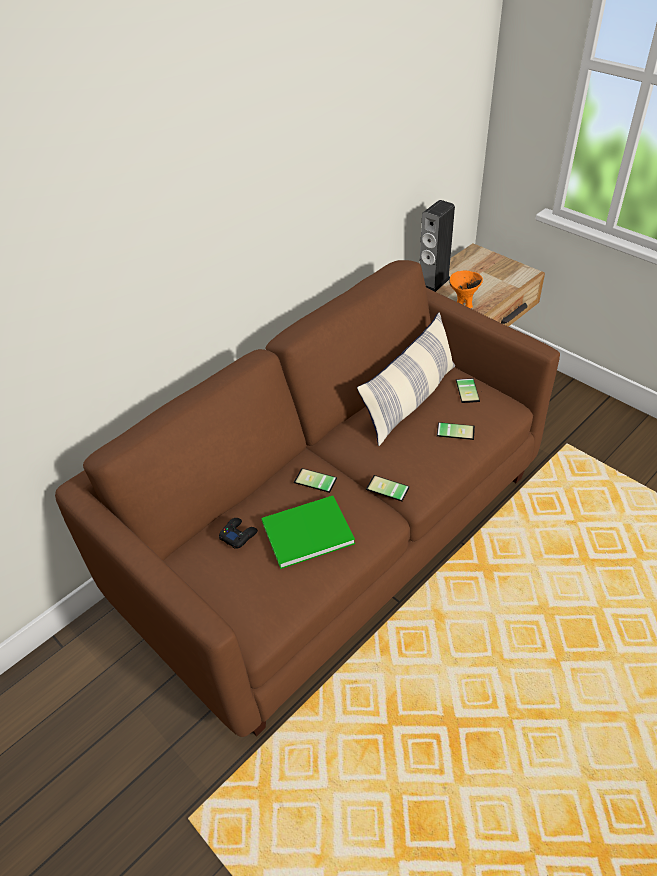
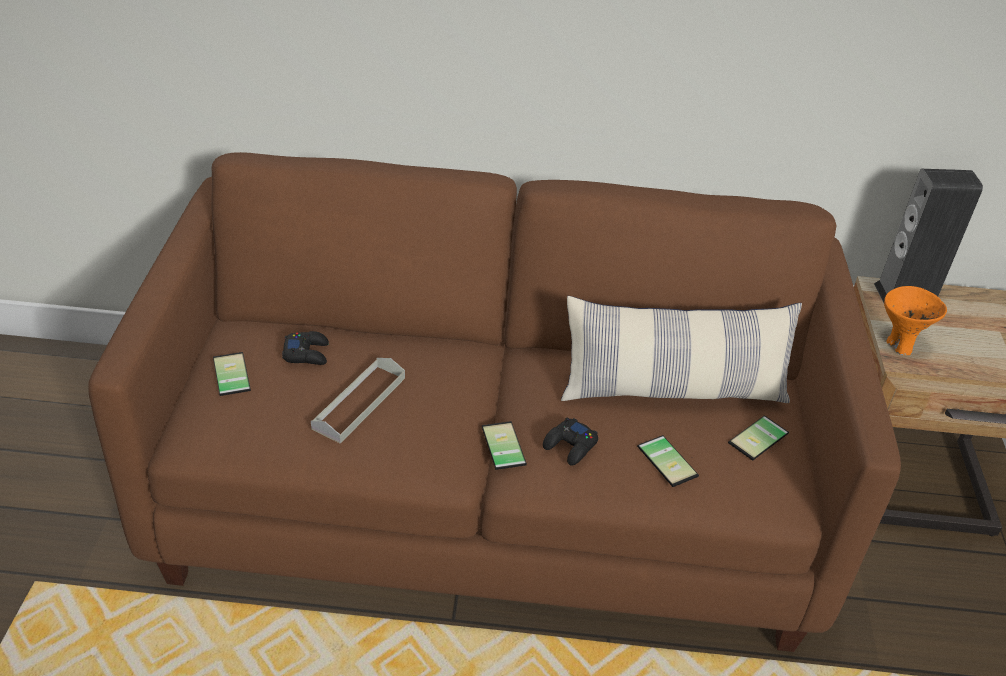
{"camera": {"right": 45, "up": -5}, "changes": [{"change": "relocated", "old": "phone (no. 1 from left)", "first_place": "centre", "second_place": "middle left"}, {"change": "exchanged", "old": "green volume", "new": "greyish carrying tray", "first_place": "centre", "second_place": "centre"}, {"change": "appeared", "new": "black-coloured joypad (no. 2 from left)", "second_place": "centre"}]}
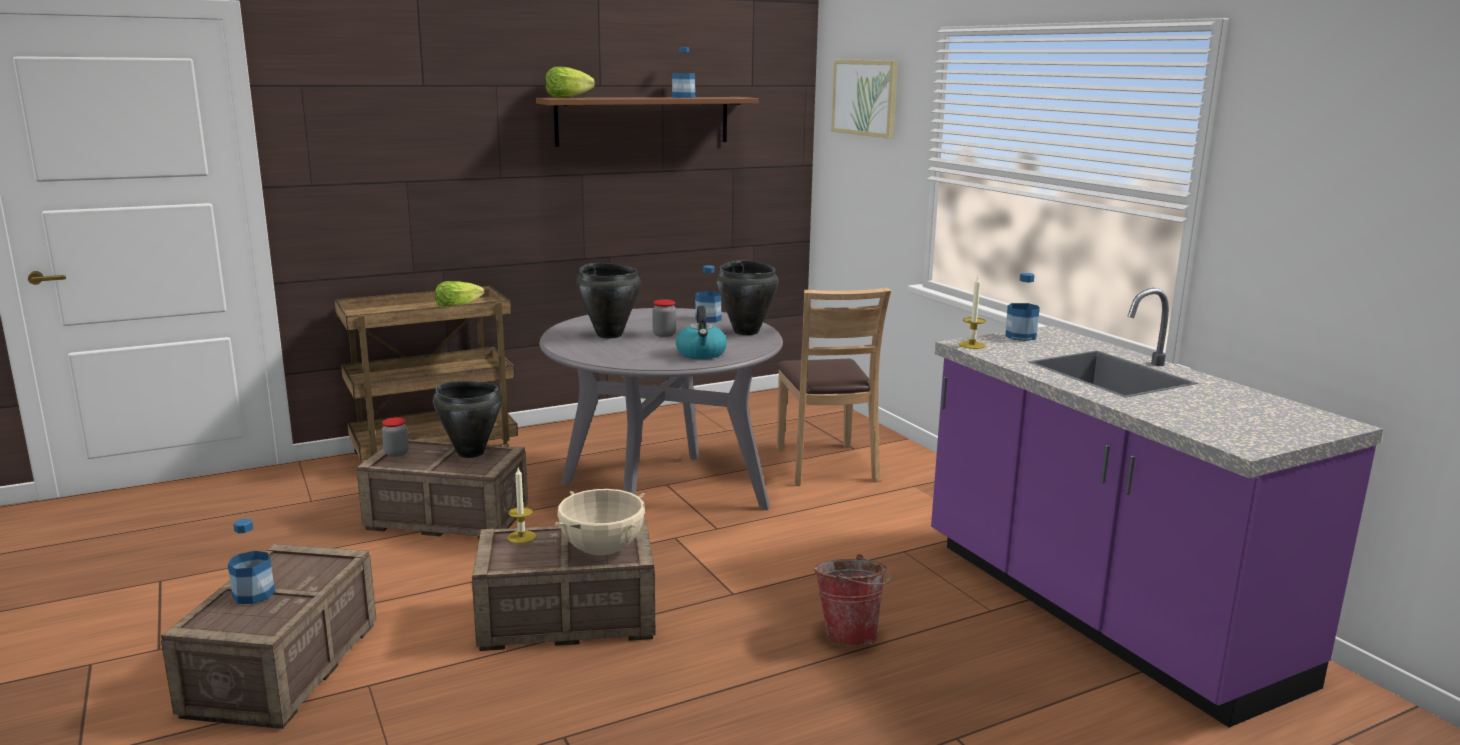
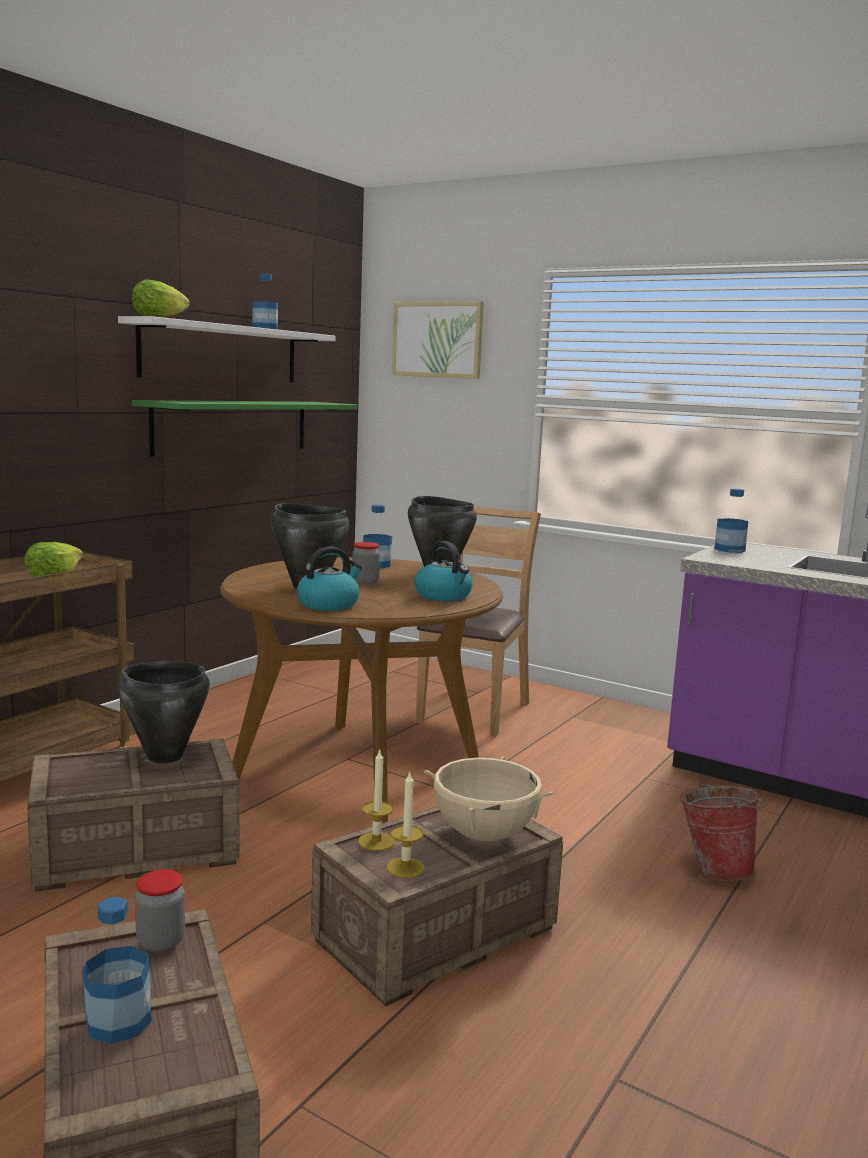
{"camera": {"right": -30, "up": -5}, "changes": [{"change": "colour", "old": "brown-coloured shelf", "new": "white shelf", "first_place": "top centre", "second_place": "top left"}, {"change": "appeared", "new": "green shelf", "second_place": "middle left"}, {"change": "relocated", "old": "preserve jar (no. 1 from left)", "first_place": "middle left", "second_place": "bottom left"}, {"change": "colour", "old": "greyish dining table", "new": "brown-coloured dining table", "first_place": "centre", "second_place": "centre"}, {"change": "appeared", "new": "tea kettle (no. 1 from left)", "second_place": "centre"}, {"change": "relocated", "old": "wax light (no. 2 from left)", "first_place": "centre", "second_place": "bottom centre"}, {"change": "spun", "old": "brown-coloured plain chair", "first_place": "centre", "second_place": "centre", "degrees": -120}]}
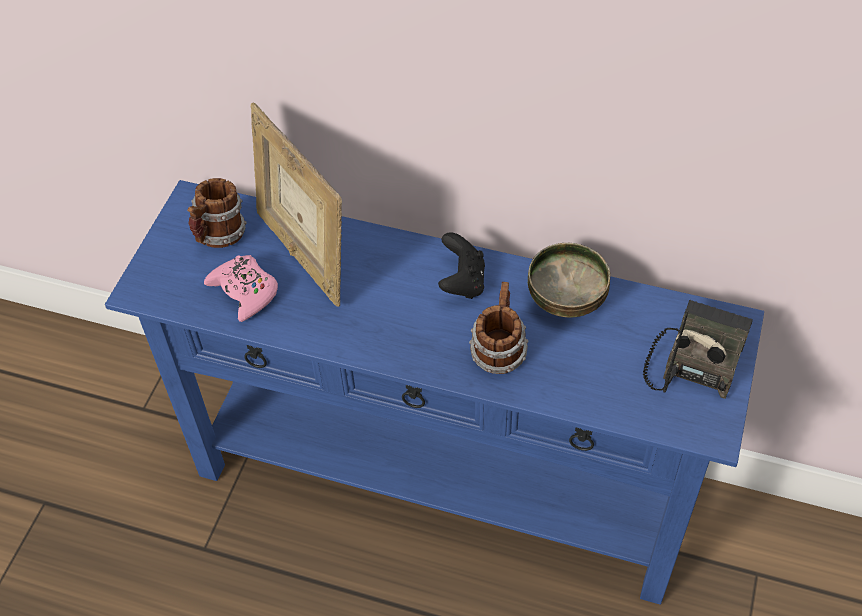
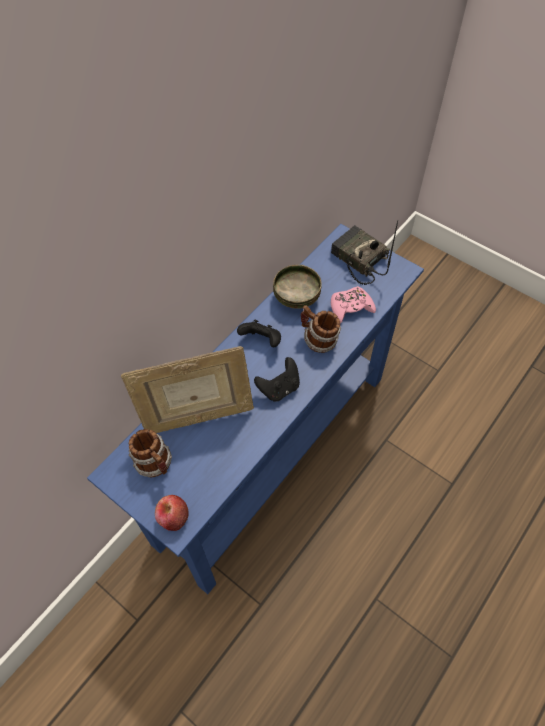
{"camera": {"right": -70, "up": 5}, "changes": [{"change": "appeared", "new": "apple", "second_place": "bottom left"}, {"change": "appeared", "new": "black-coloured joypad (no. 2 from left)", "second_place": "centre"}, {"change": "relocated", "old": "pink-coloured joypad", "first_place": "middle left", "second_place": "centre"}]}
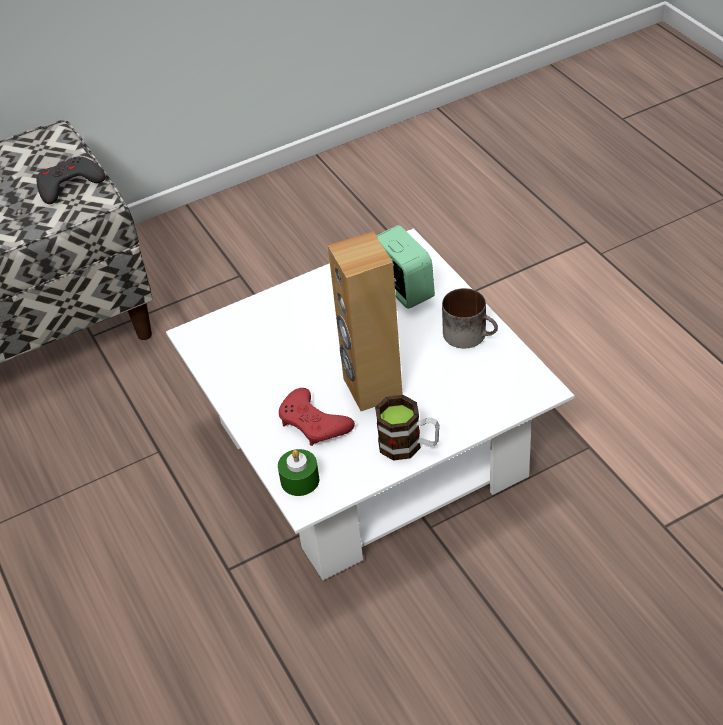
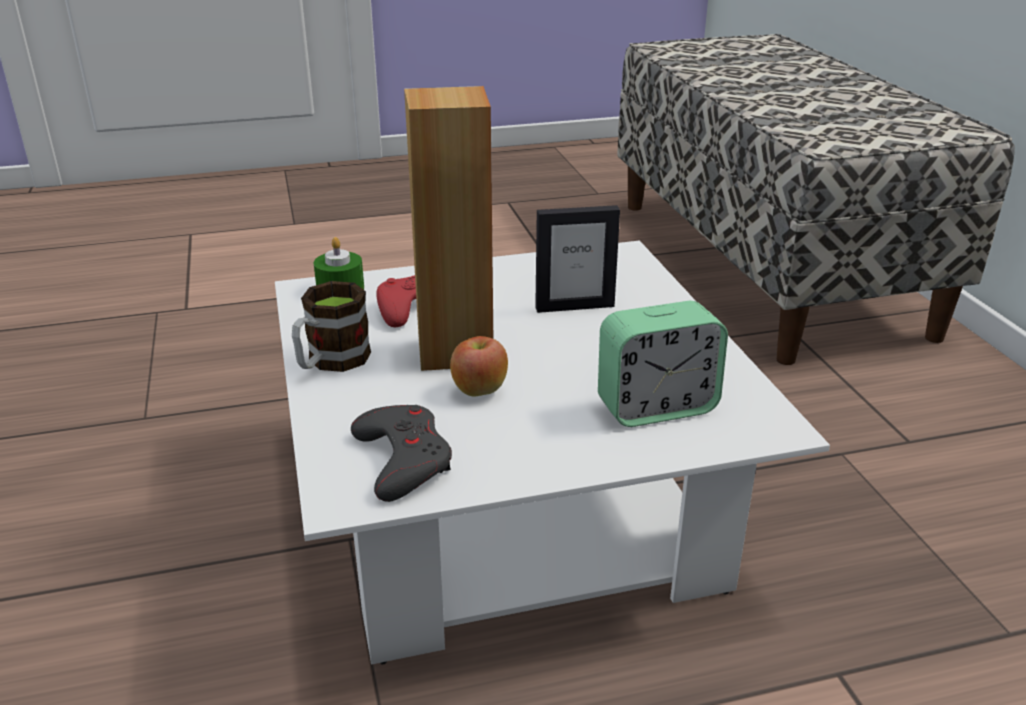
{"camera": {"right": 100, "up": -15}, "changes": [{"change": "relocated", "old": "greyish joypad", "first_place": "top left", "second_place": "centre"}, {"change": "appeared", "new": "apple", "second_place": "centre"}, {"change": "appeared", "new": "photo frame", "second_place": "centre"}, {"change": "missing", "old": "coffee mug (no. 2 from left)", "first_place": "centre"}]}
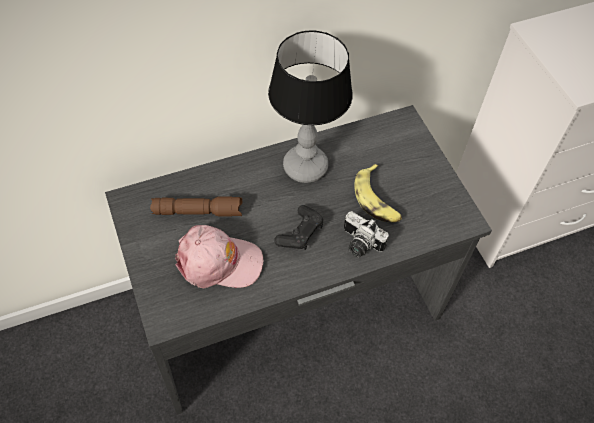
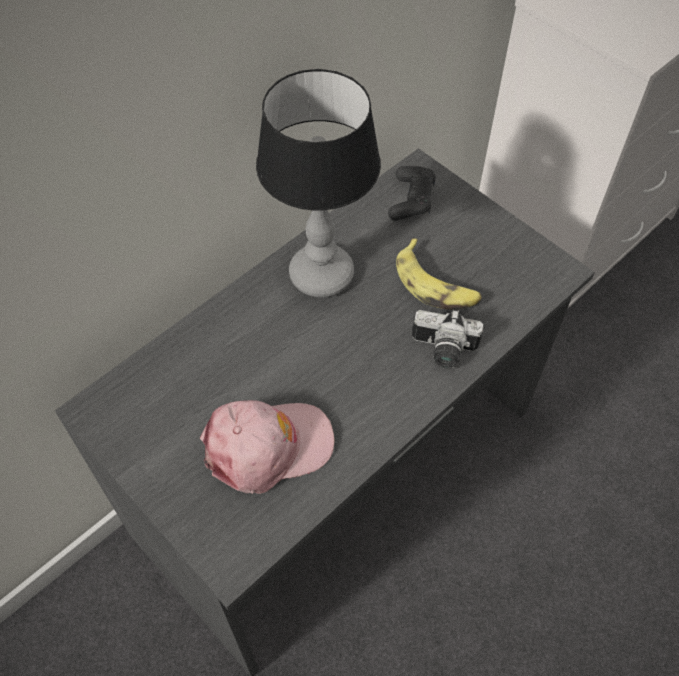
{"camera": {"right": -20, "up": 0}, "changes": [{"change": "relocated", "old": "black-coloured joypad", "first_place": "centre", "second_place": "top centre"}, {"change": "missing", "old": "brown-coloured hand torch", "first_place": "middle left"}]}
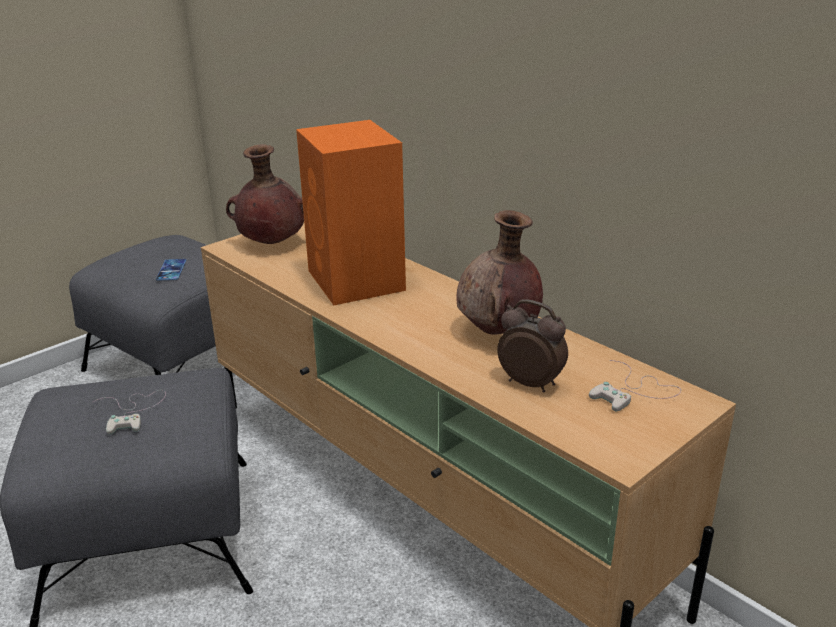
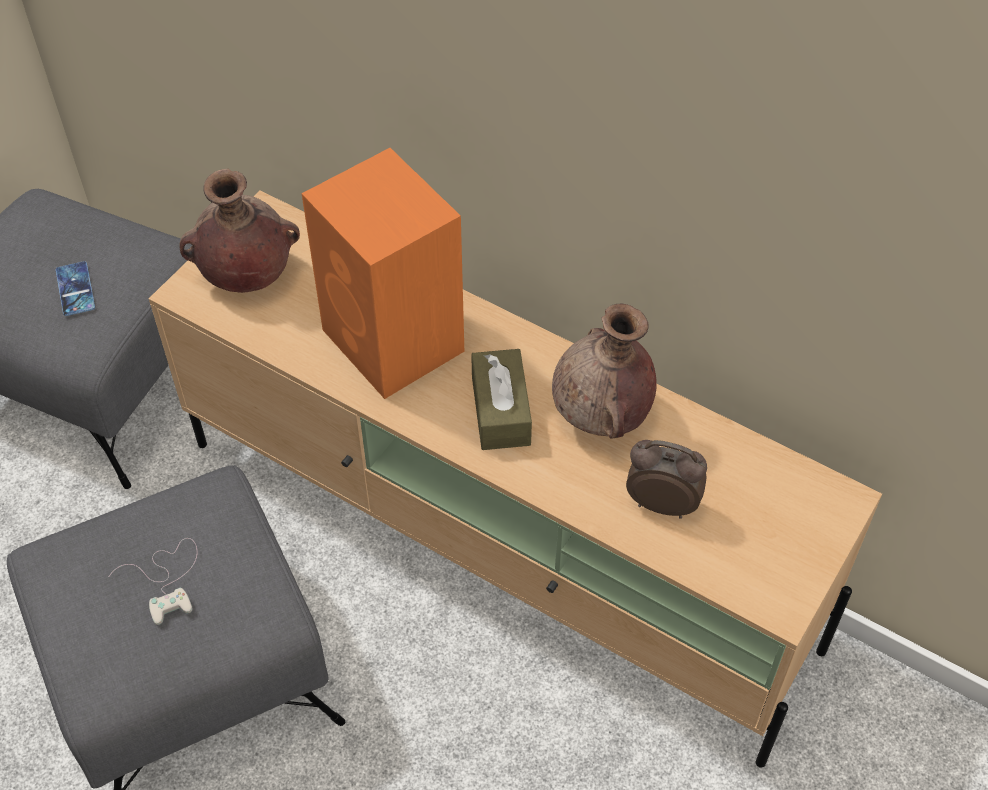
{"camera": {"right": -15, "up": 25}, "changes": [{"change": "appeared", "new": "brown-coloured tissue holder", "second_place": "centre"}, {"change": "missing", "old": "white joypad (no. 2 from left)", "first_place": "middle right"}]}
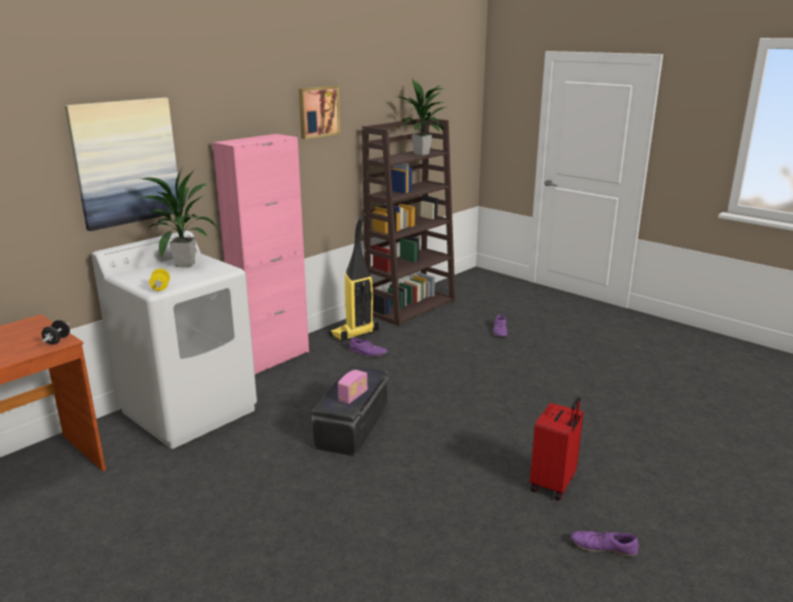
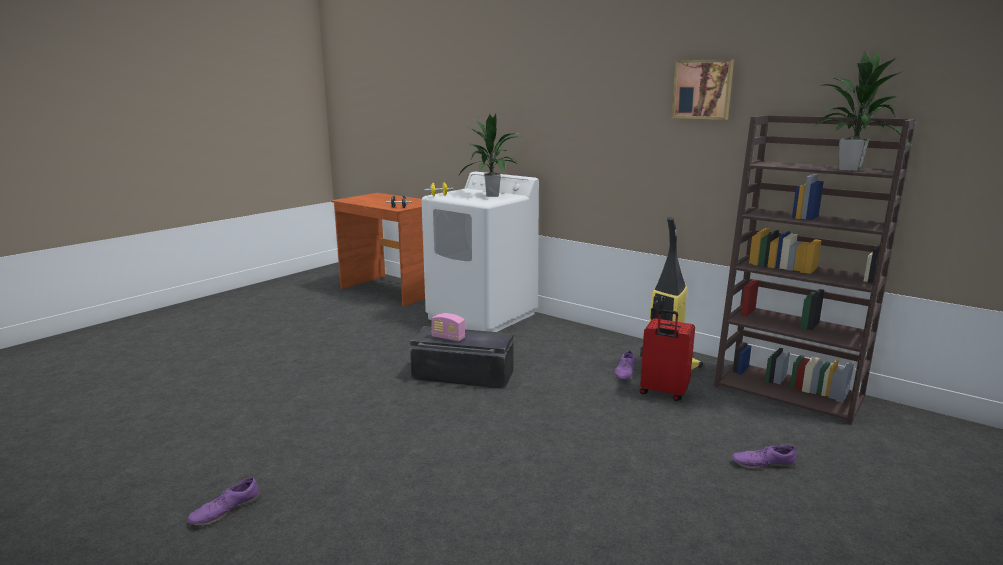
{"camera": {"right": 85, "up": -5}, "changes": [{"change": "spun", "old": "purple-coloured item of footwear (no. 3 from left in the first image)", "first_place": "bottom right", "second_place": "bottom left", "degrees": -150}, {"change": "relocated", "old": "reddish piece of luggage", "first_place": "bottom right", "second_place": "centre"}, {"change": "missing", "old": "picture (no. 1 from left)", "first_place": "top left"}, {"change": "missing", "old": "pink-coloured storage cabinet", "first_place": "middle left"}]}
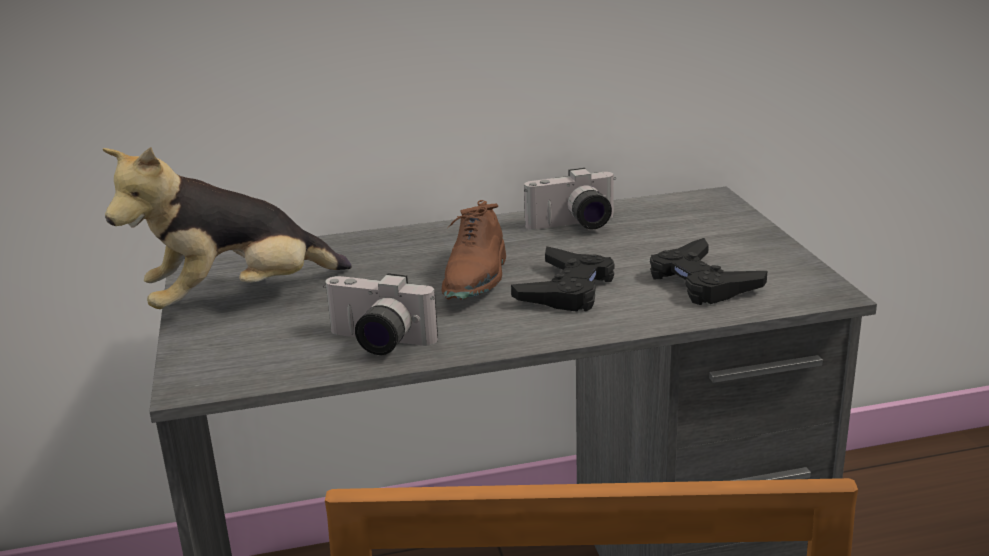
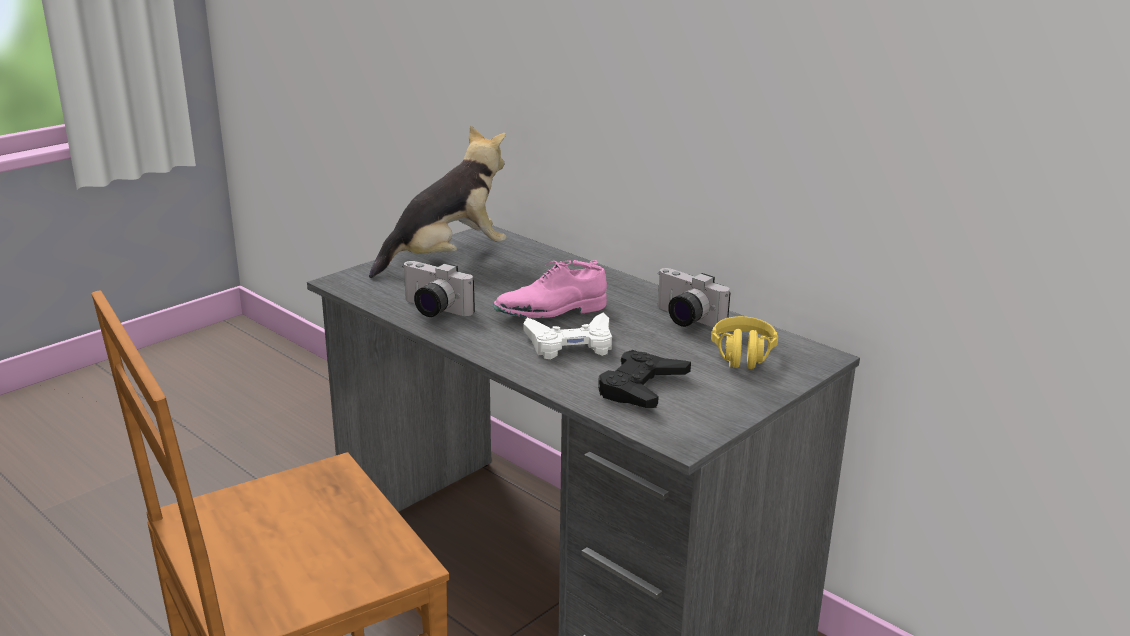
{"camera": {"right": 55, "up": 0}, "changes": [{"change": "spun", "old": "plush toy", "first_place": "middle left", "second_place": "top centre", "degrees": 120}, {"change": "spun", "old": "still camera (no. 1 from left)", "first_place": "centre", "second_place": "centre", "degrees": -45}, {"change": "colour", "old": "brown-coloured item of footwear", "new": "pink-coloured item of footwear", "first_place": "centre", "second_place": "centre"}, {"change": "colour", "old": "black-coloured joypad (no. 1 from left)", "new": "white joypad", "first_place": "centre", "second_place": "centre"}, {"change": "appeared", "new": "yellow-coloured headphones", "second_place": "centre"}]}
